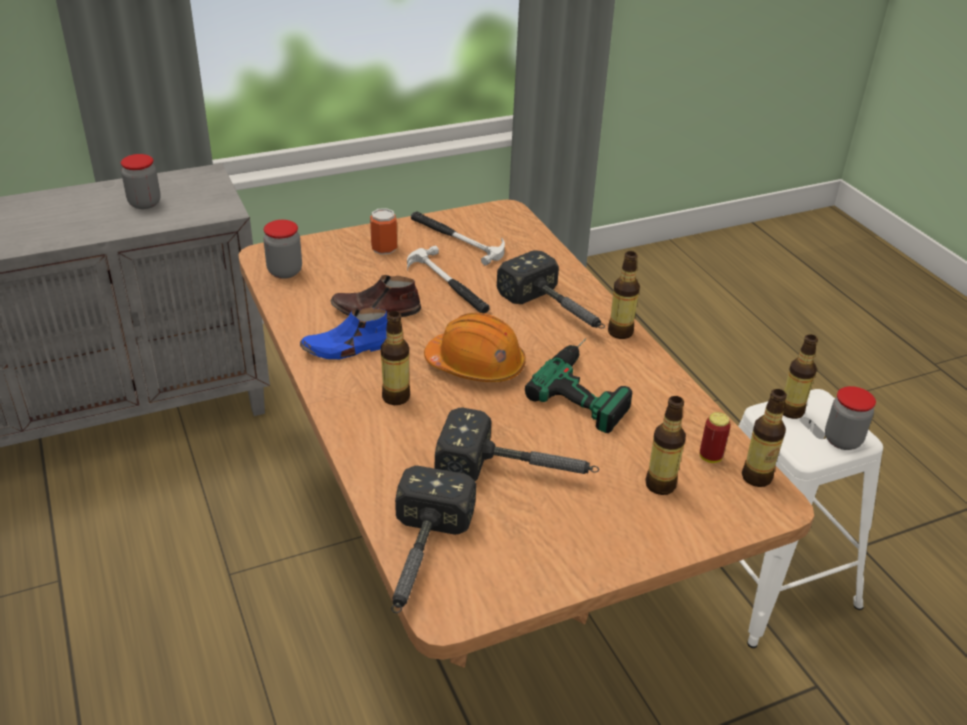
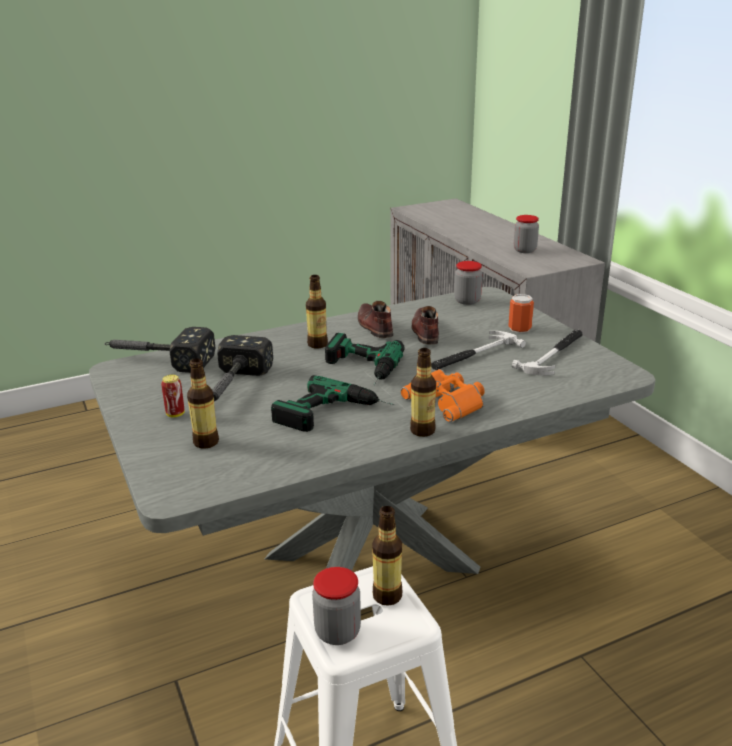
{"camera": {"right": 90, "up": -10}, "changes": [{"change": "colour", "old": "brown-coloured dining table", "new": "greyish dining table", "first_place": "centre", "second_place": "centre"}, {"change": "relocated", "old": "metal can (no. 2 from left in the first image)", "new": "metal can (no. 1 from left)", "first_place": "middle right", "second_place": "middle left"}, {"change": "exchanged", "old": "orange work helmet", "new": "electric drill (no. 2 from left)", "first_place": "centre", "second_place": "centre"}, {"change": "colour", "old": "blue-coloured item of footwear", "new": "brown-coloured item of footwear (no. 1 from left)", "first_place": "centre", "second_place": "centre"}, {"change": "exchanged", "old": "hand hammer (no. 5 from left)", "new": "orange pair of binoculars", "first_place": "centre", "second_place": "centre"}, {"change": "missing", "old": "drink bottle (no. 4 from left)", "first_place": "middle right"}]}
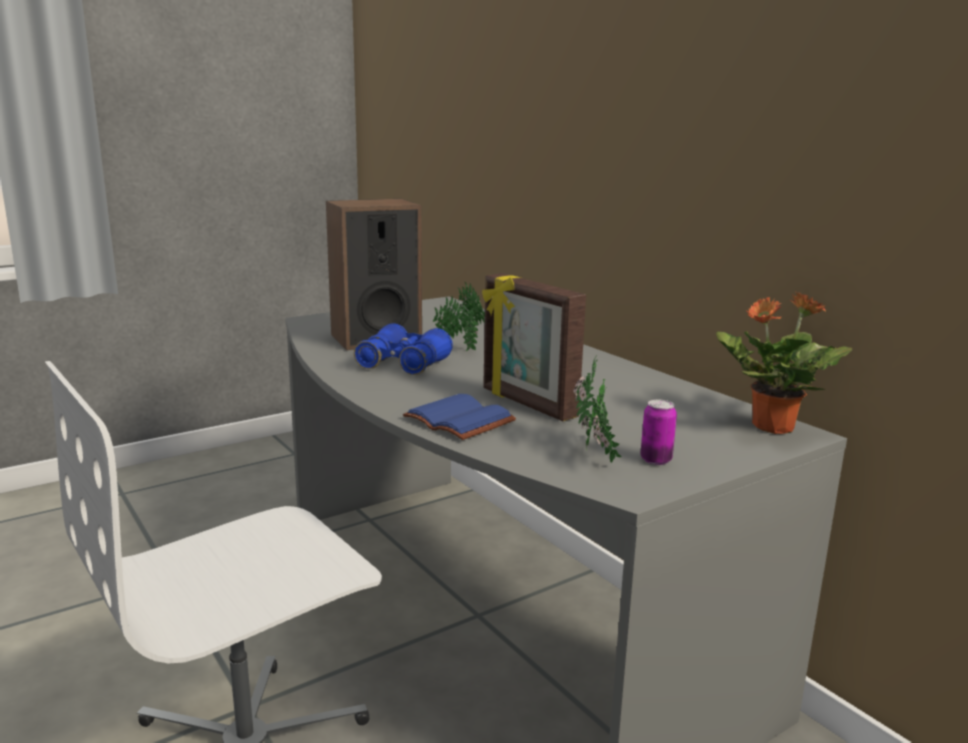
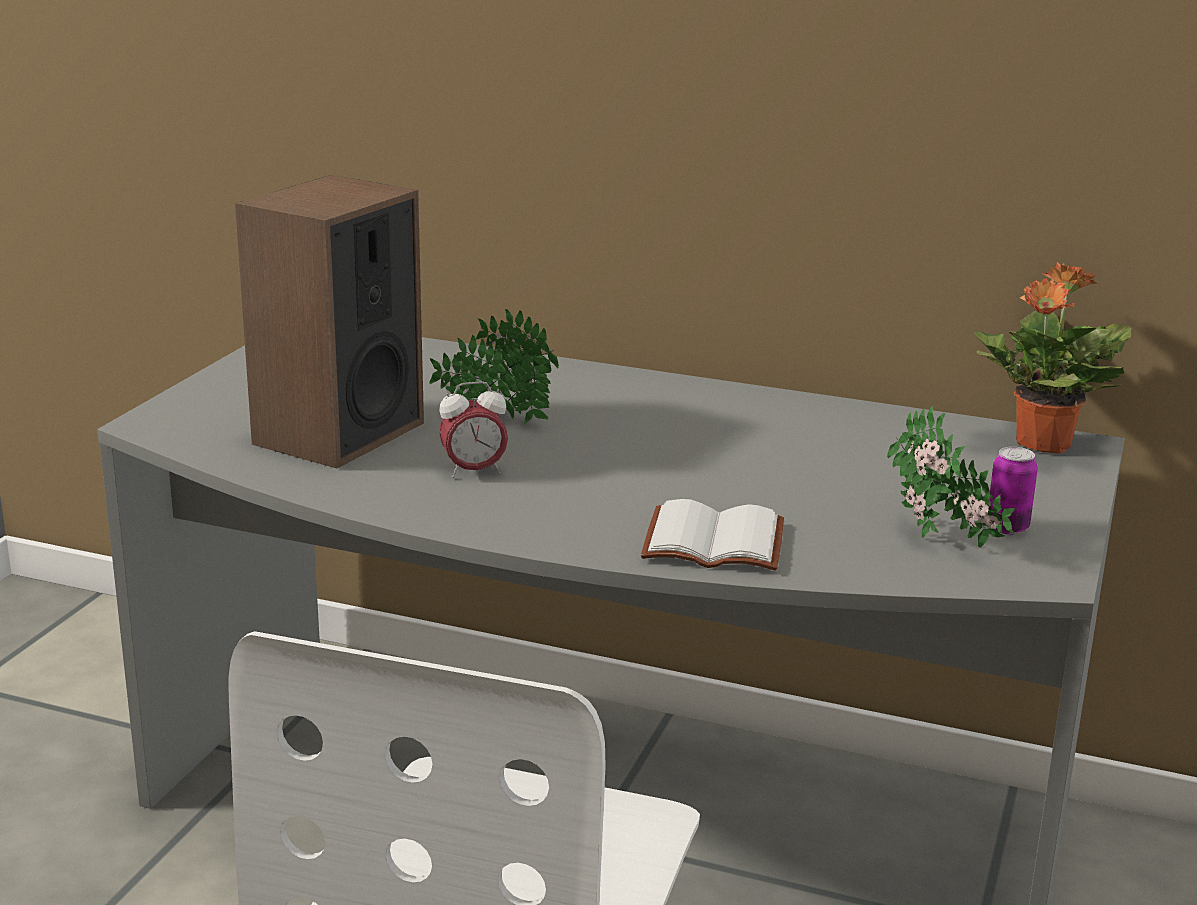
{"camera": {"right": -35, "up": 5}, "changes": [{"change": "exchanged", "old": "blue-coloured pair of binoculars", "new": "bedside clock", "first_place": "centre", "second_place": "centre"}, {"change": "colour", "old": "blue-coloured volume", "new": "white volume", "first_place": "centre", "second_place": "centre"}, {"change": "missing", "old": "photo frame", "first_place": "centre"}]}
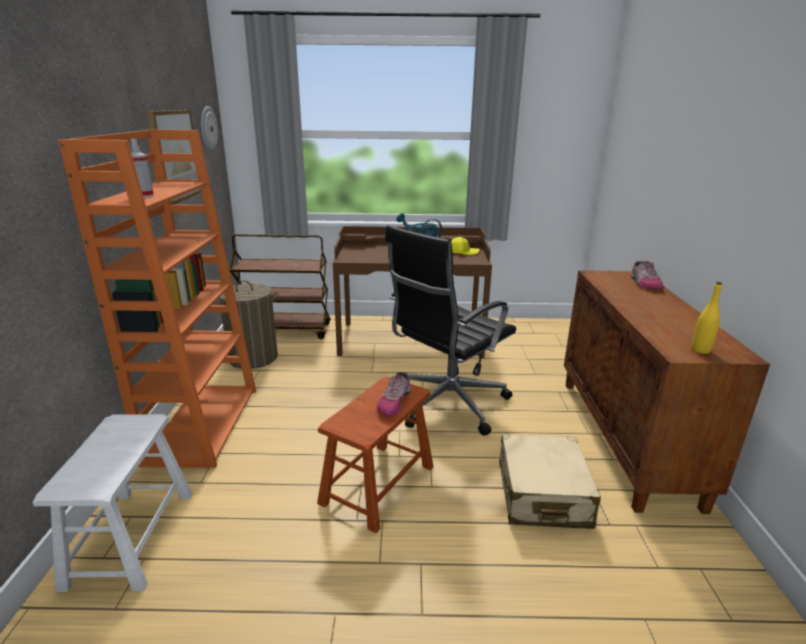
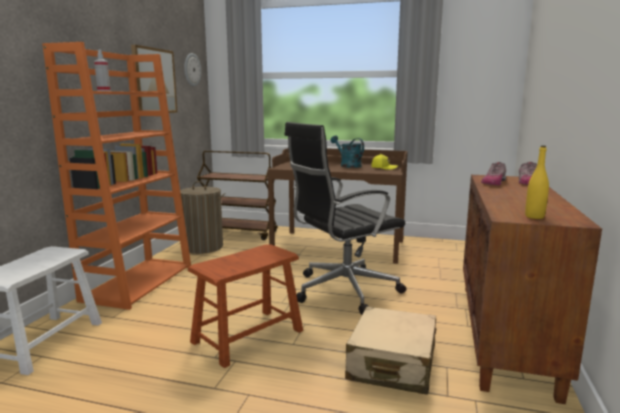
{"camera": {"right": 15, "up": -10}, "changes": [{"change": "relocated", "old": "item of footwear (no. 1 from left)", "first_place": "centre", "second_place": "middle right"}]}
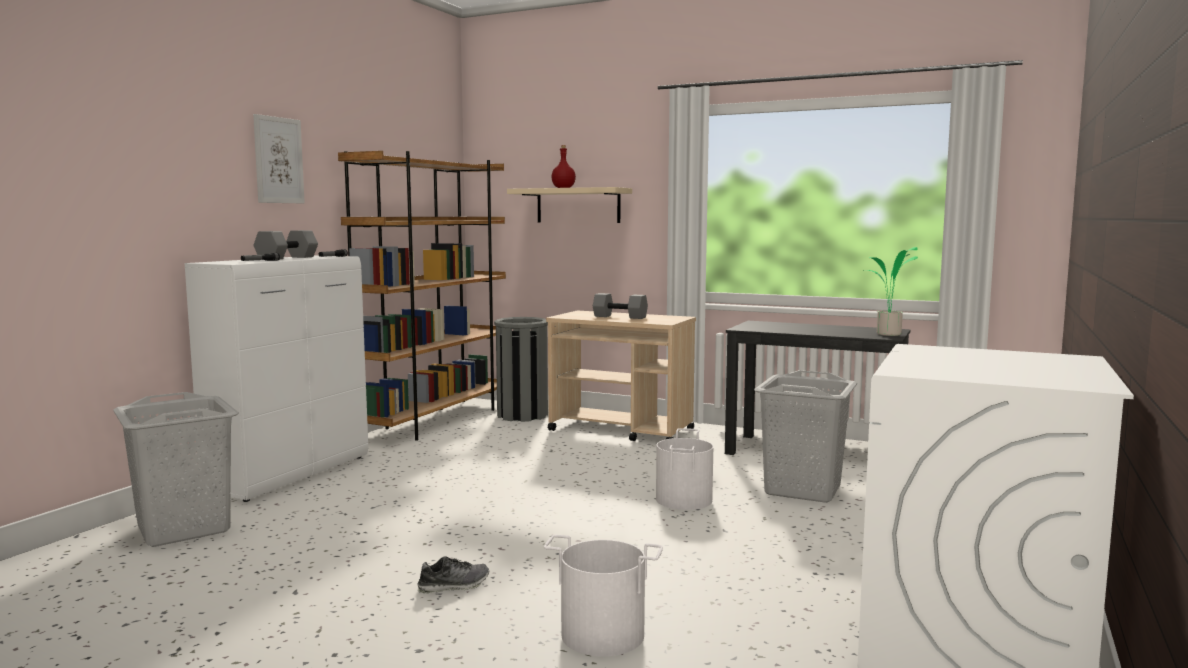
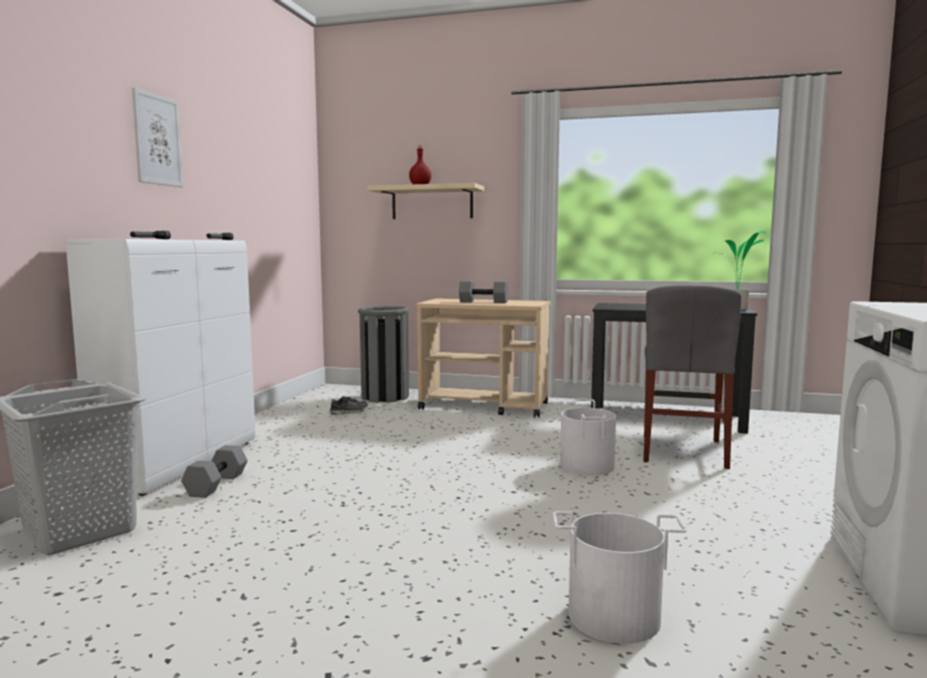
{"camera": {"right": -10, "up": 0}, "changes": [{"change": "relocated", "old": "greyish dumbbell (no. 1 from left)", "first_place": "middle left", "second_place": "bottom left"}, {"change": "relocated", "old": "item of footwear", "first_place": "bottom centre", "second_place": "centre"}, {"change": "exchanged", "old": "greyish laundry basket (no. 2 from left)", "new": "greyish plain chair", "first_place": "middle right", "second_place": "middle right"}, {"change": "missing", "old": "brown-coloured bookshelf", "first_place": "centre"}]}
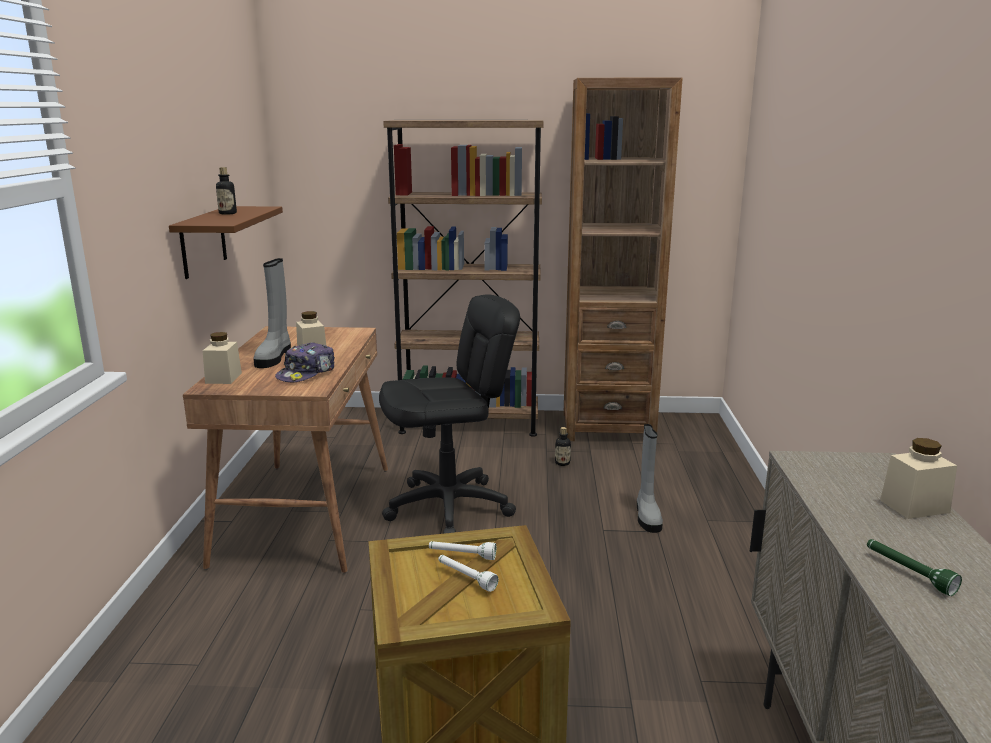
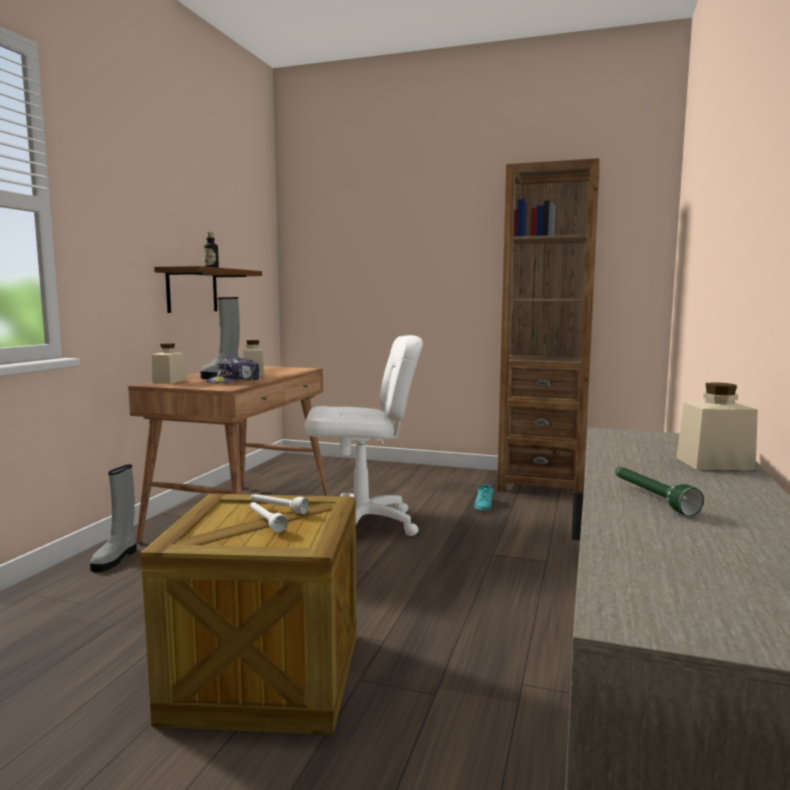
{"camera": {"right": 15, "up": -10}, "changes": [{"change": "relocated", "old": "greyish tall boot (no. 2 from left in the first image)", "new": "greyish tall boot (no. 1 from left)", "first_place": "centre", "second_place": "middle left"}, {"change": "colour", "old": "black-coloured office chair", "new": "white office chair", "first_place": "centre", "second_place": "centre"}, {"change": "exchanged", "old": "drink bottle (no. 2 from left)", "new": "blue-green item of footwear", "first_place": "centre", "second_place": "centre"}, {"change": "missing", "old": "brown-coloured bookshelf (no. 1 from left)", "first_place": "centre"}]}
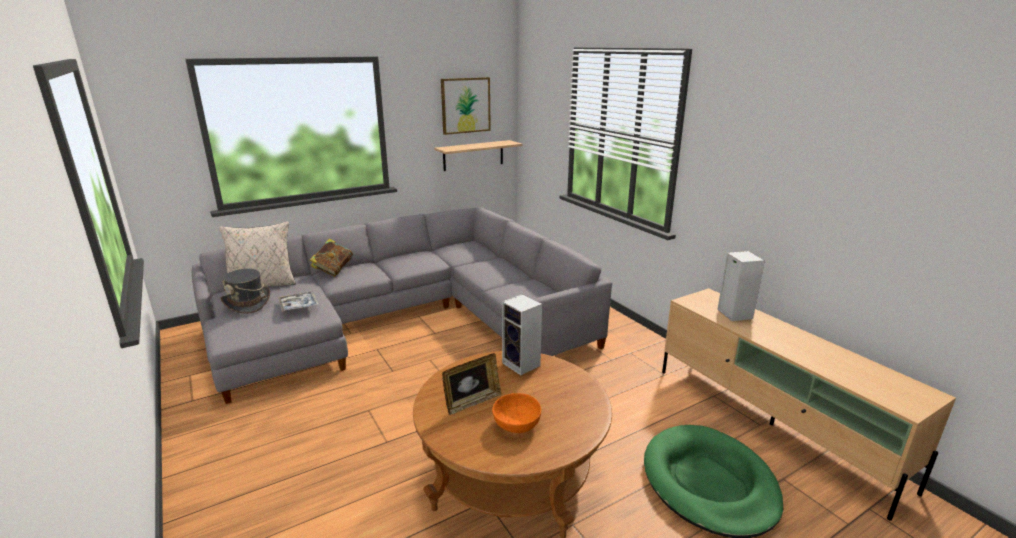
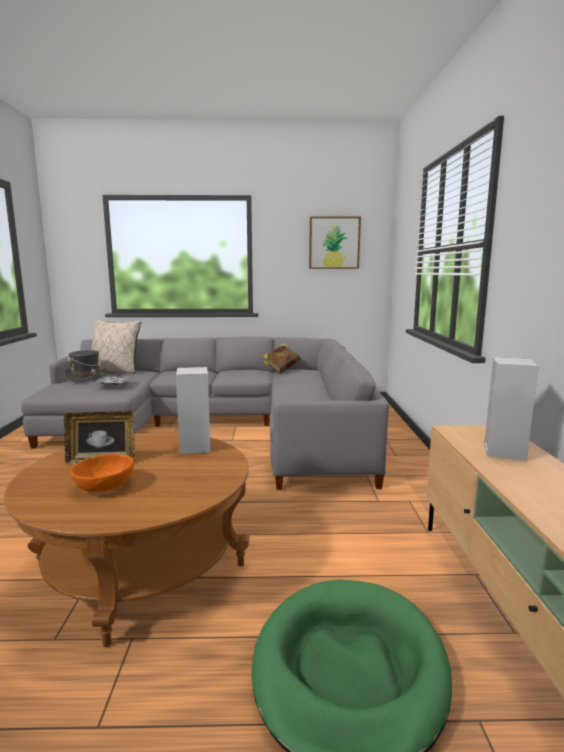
{"camera": {"right": 30, "up": -10}, "changes": [{"change": "relocated", "old": "volume", "first_place": "middle left", "second_place": "centre"}, {"change": "missing", "old": "shelf", "first_place": "top centre"}]}
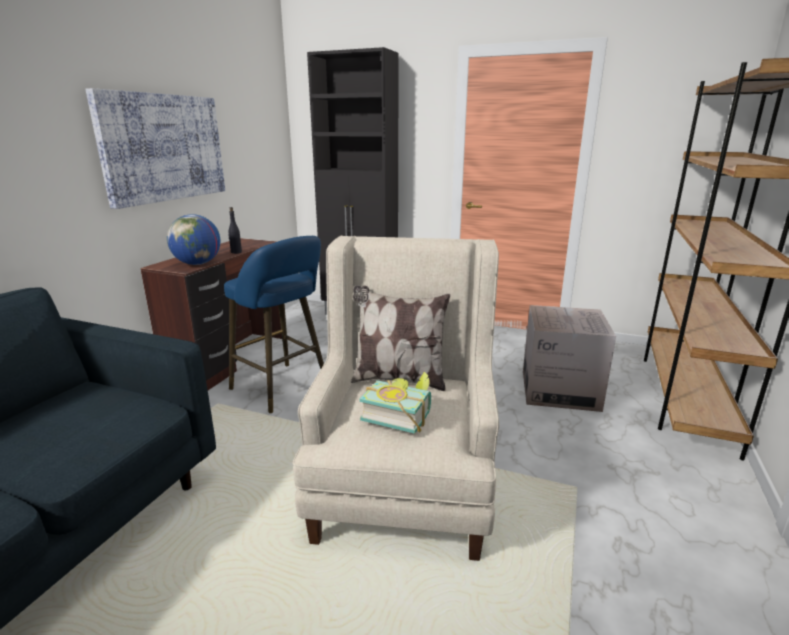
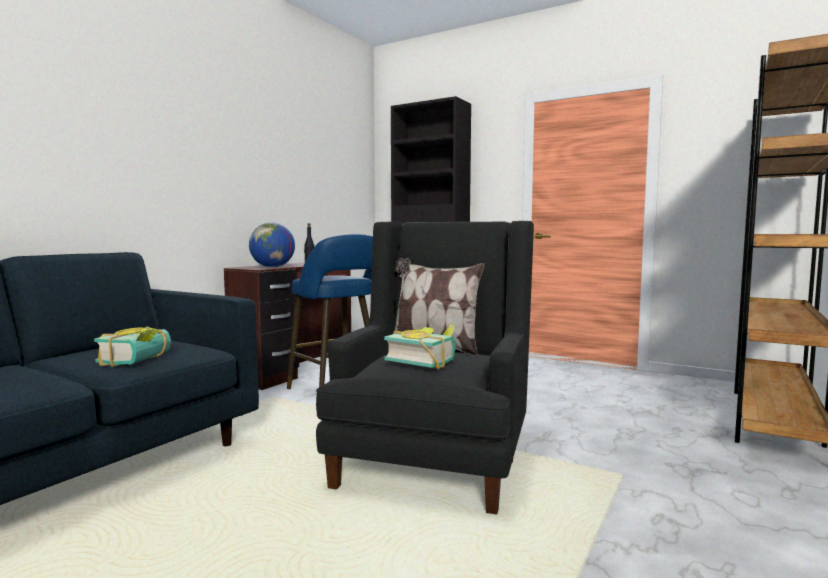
{"camera": {"right": 10, "up": -15}, "changes": [{"change": "appeared", "new": "volume (no. 1 from left)", "second_place": "middle left"}, {"change": "colour", "old": "beige-coloured lounge chair", "new": "black-coloured lounge chair", "first_place": "centre", "second_place": "centre"}, {"change": "missing", "old": "picture", "first_place": "top left"}, {"change": "missing", "old": "packing box", "first_place": "middle right"}]}
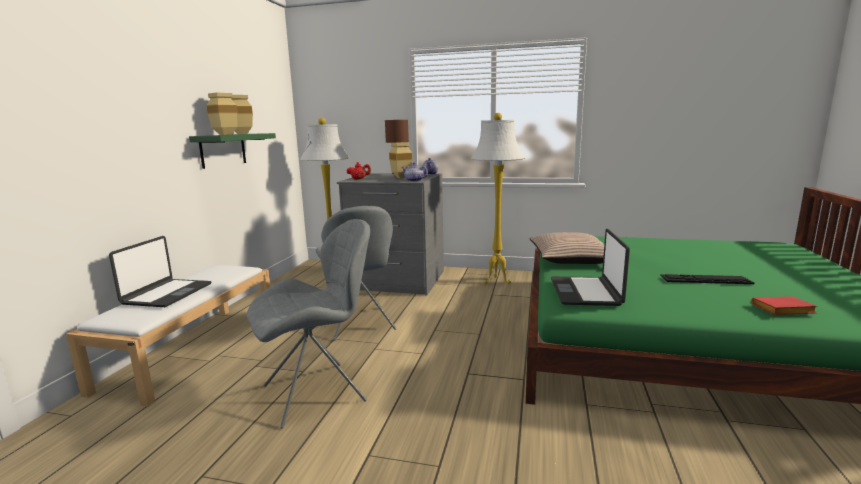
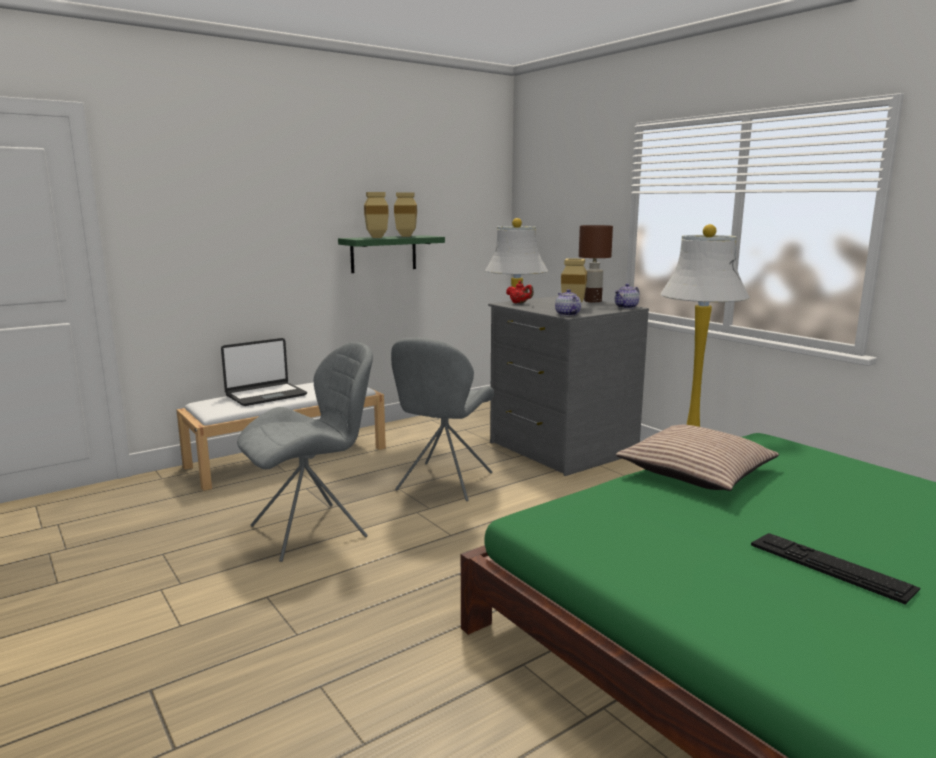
{"camera": {"right": 40, "up": 0}, "changes": [{"change": "spun", "old": "greyish plain chair (no. 1 from left)", "first_place": "bottom centre", "second_place": "middle left", "degrees": -45}, {"change": "missing", "old": "laptop (no. 2 from left)", "first_place": "middle right"}, {"change": "missing", "old": "reddish volume", "first_place": "middle right"}]}
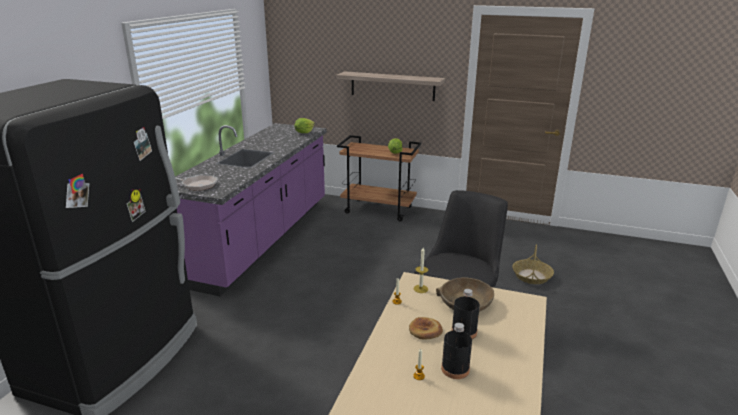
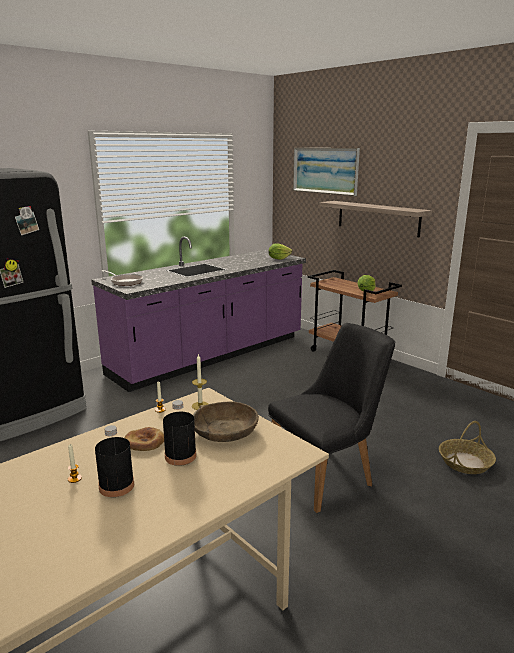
{"camera": {"right": 30, "up": -5}, "changes": [{"change": "appeared", "new": "picture", "second_place": "top centre"}]}
